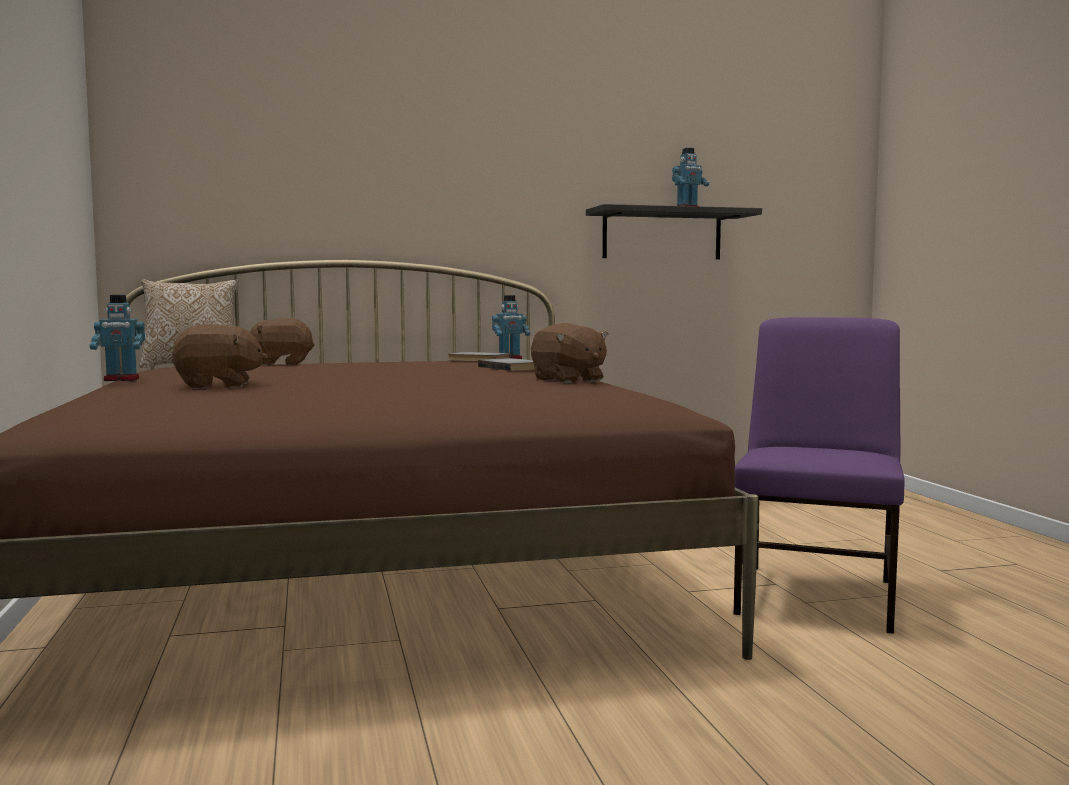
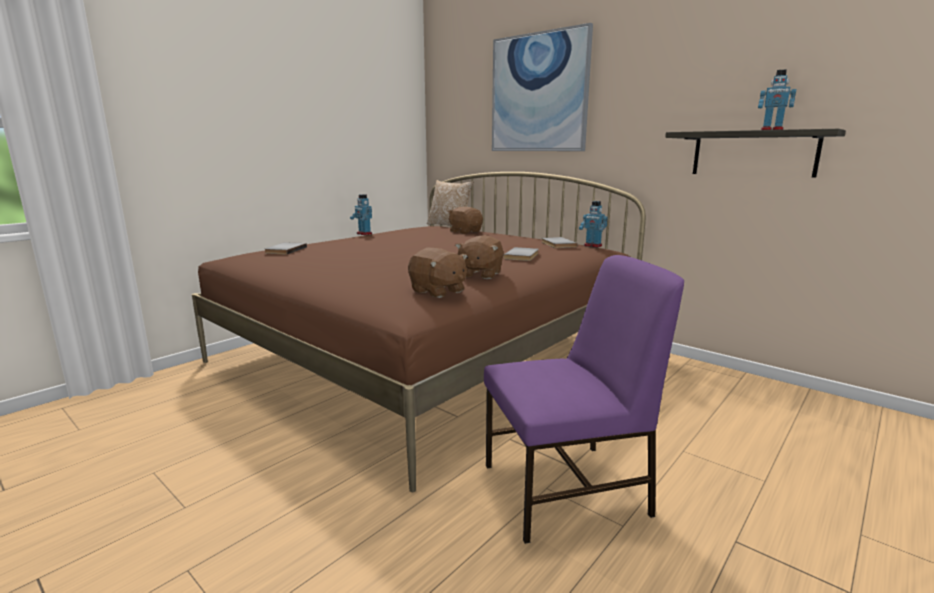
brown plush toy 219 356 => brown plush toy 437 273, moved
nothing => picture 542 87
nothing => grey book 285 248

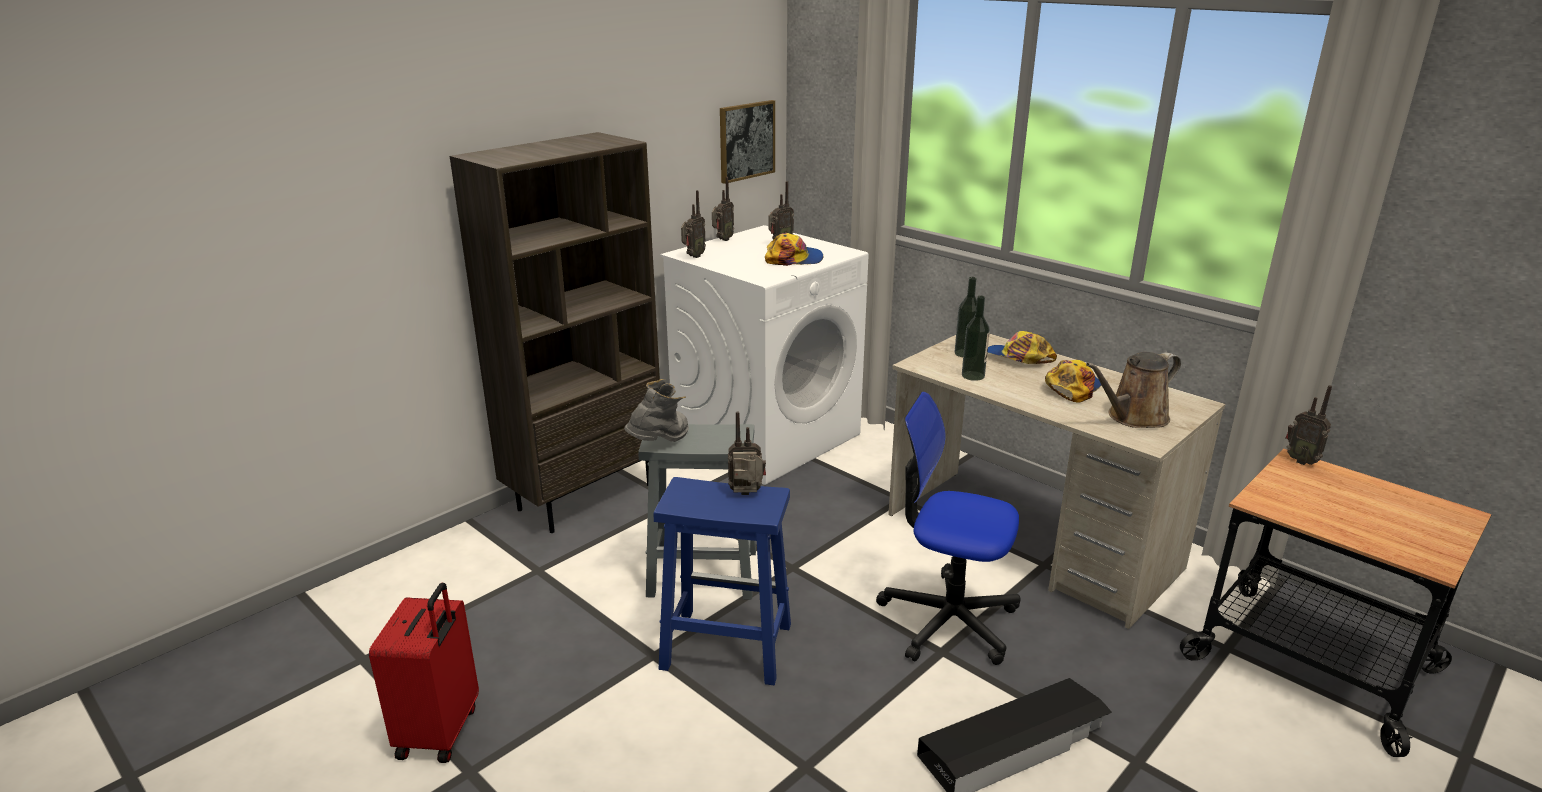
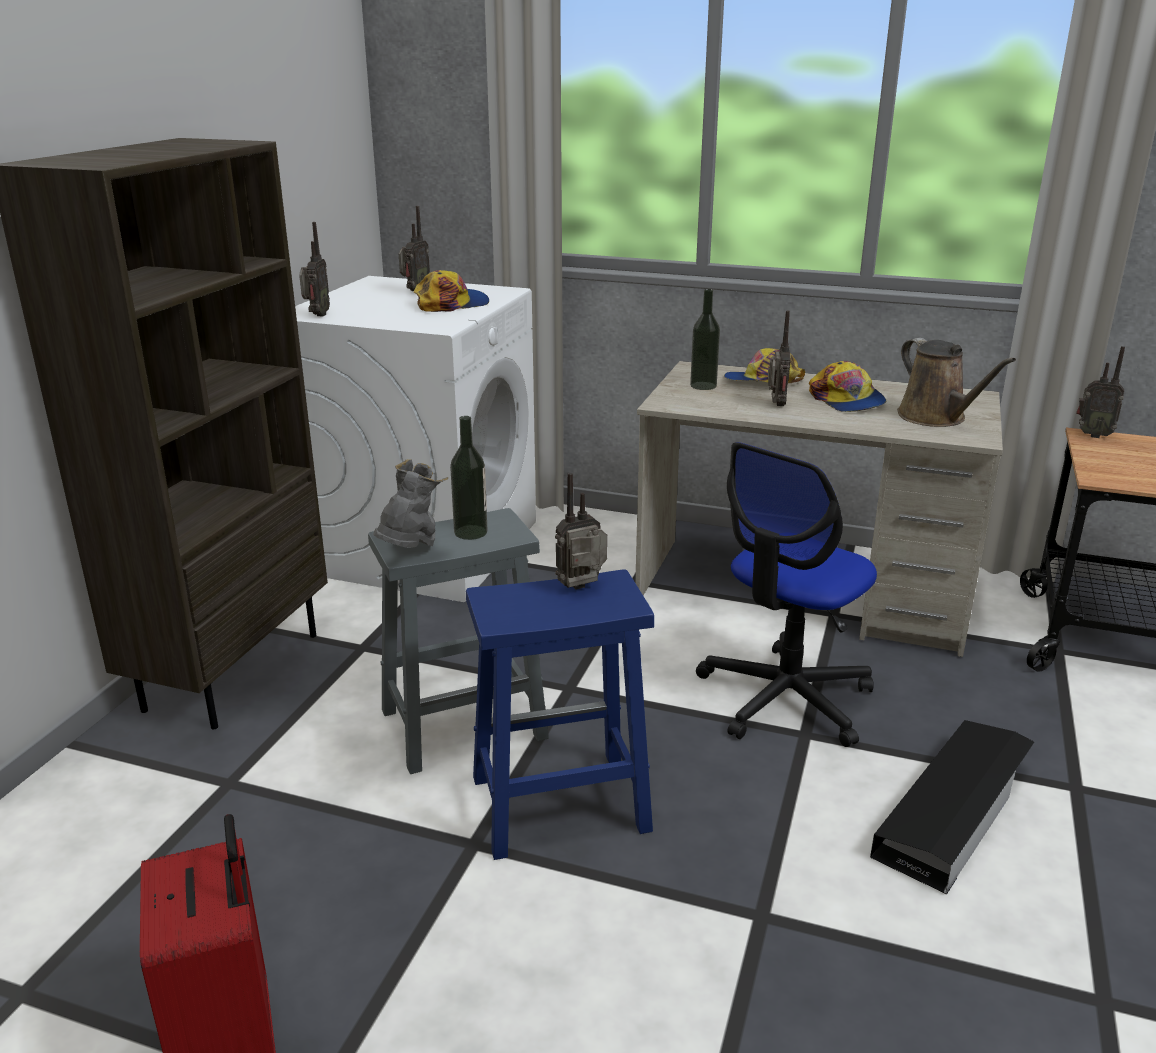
picture 747 142 => nothing
radio 723 209 => radio 779 358, moved
bottle 976 338 => bottle 468 478, moved
brown watering can 1133 390 => brown watering can 956 382, 60 degrees counterclockwise
cap 1073 381 => cap 847 386, 150 degrees clockwise
office chair 948 528 => office chair 786 594, 45 degrees counterclockwise

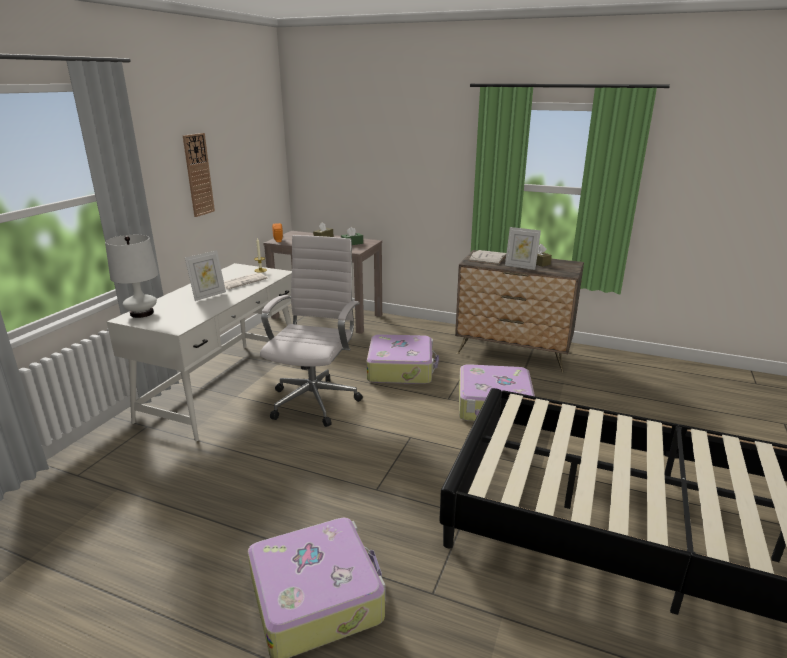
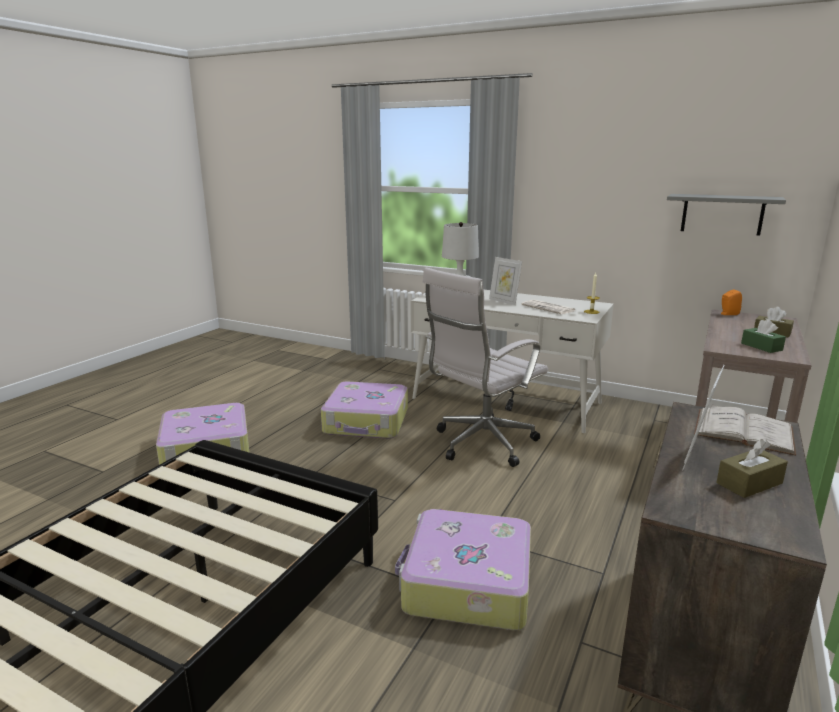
wall clock 199 175 => nothing
white office chair 311 331 => white office chair 485 367, 120 degrees clockwise
suitcase 403 359 => suitcase 364 410, moved
nothing => grey shelf 726 215

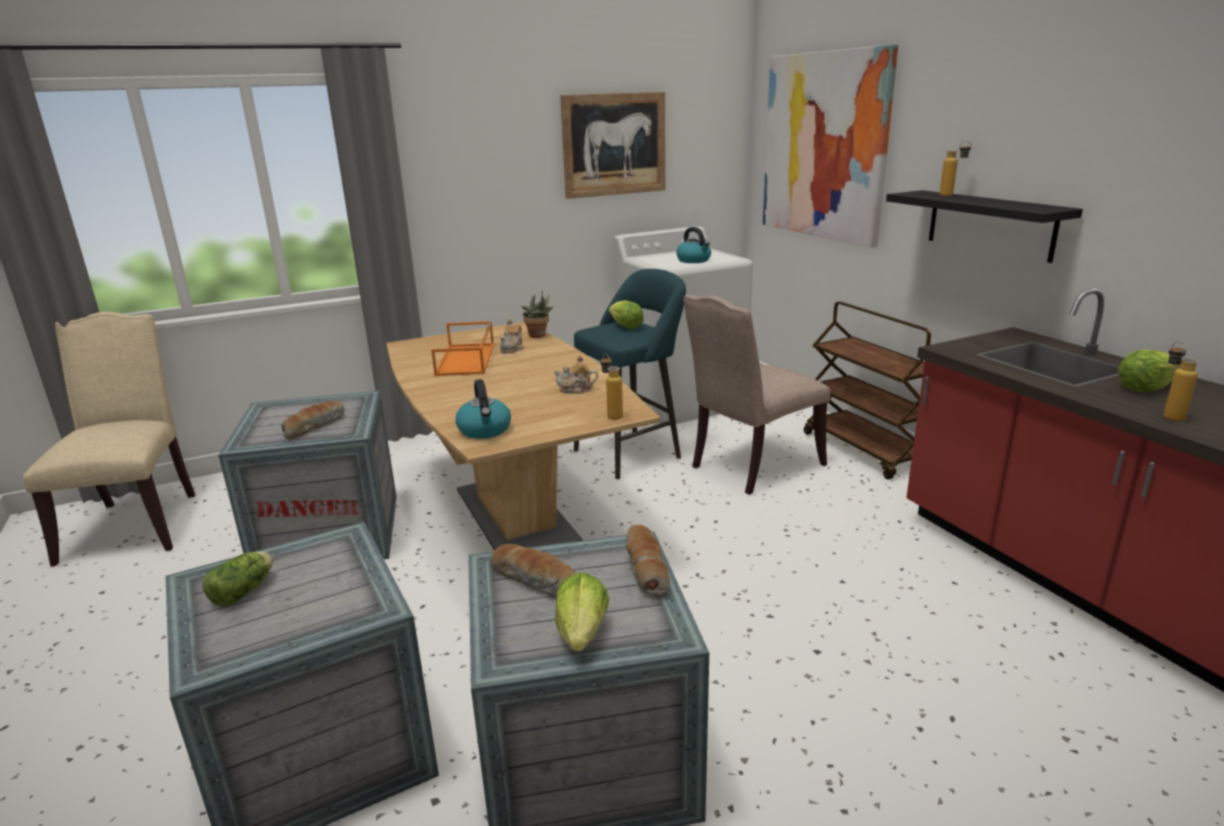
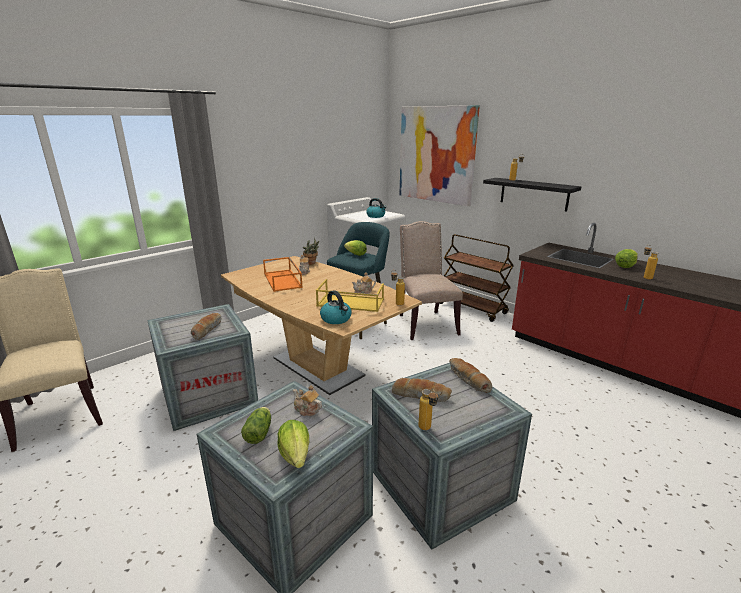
picture 612 145 => nothing
beige chair 756 394 => beige chair 431 280, 135 degrees clockwise
lettuce 582 611 => lettuce 293 444, moved
nothing => yellow tray 350 295
nothing => teapot 307 400
nothing => bottle 428 409

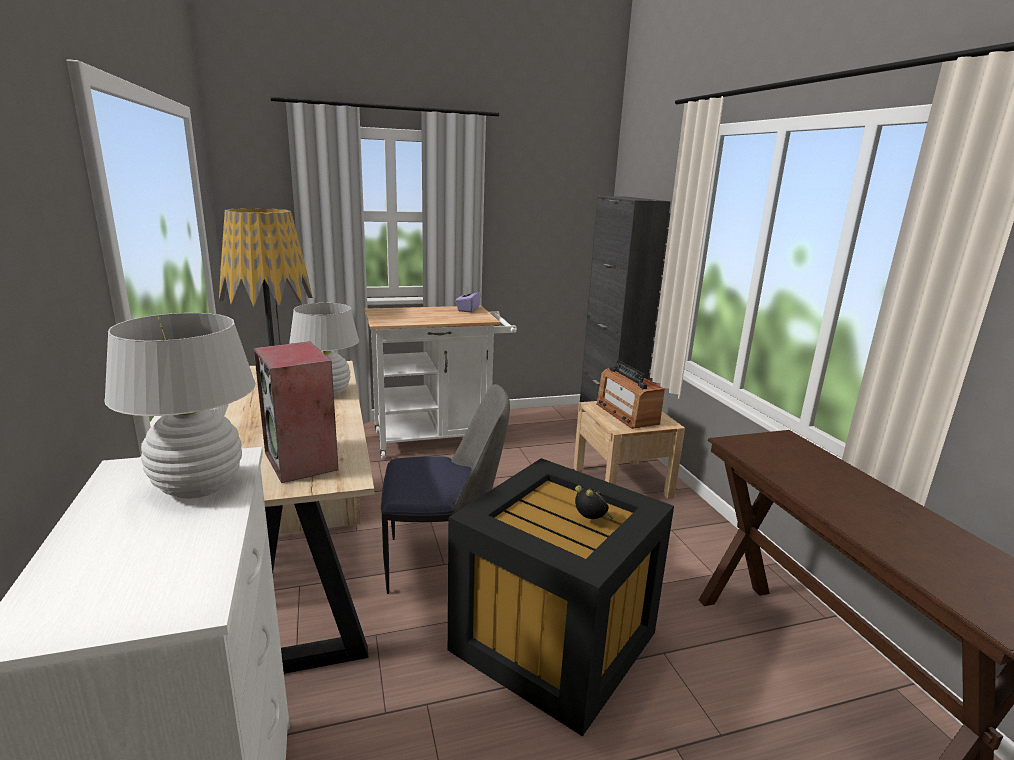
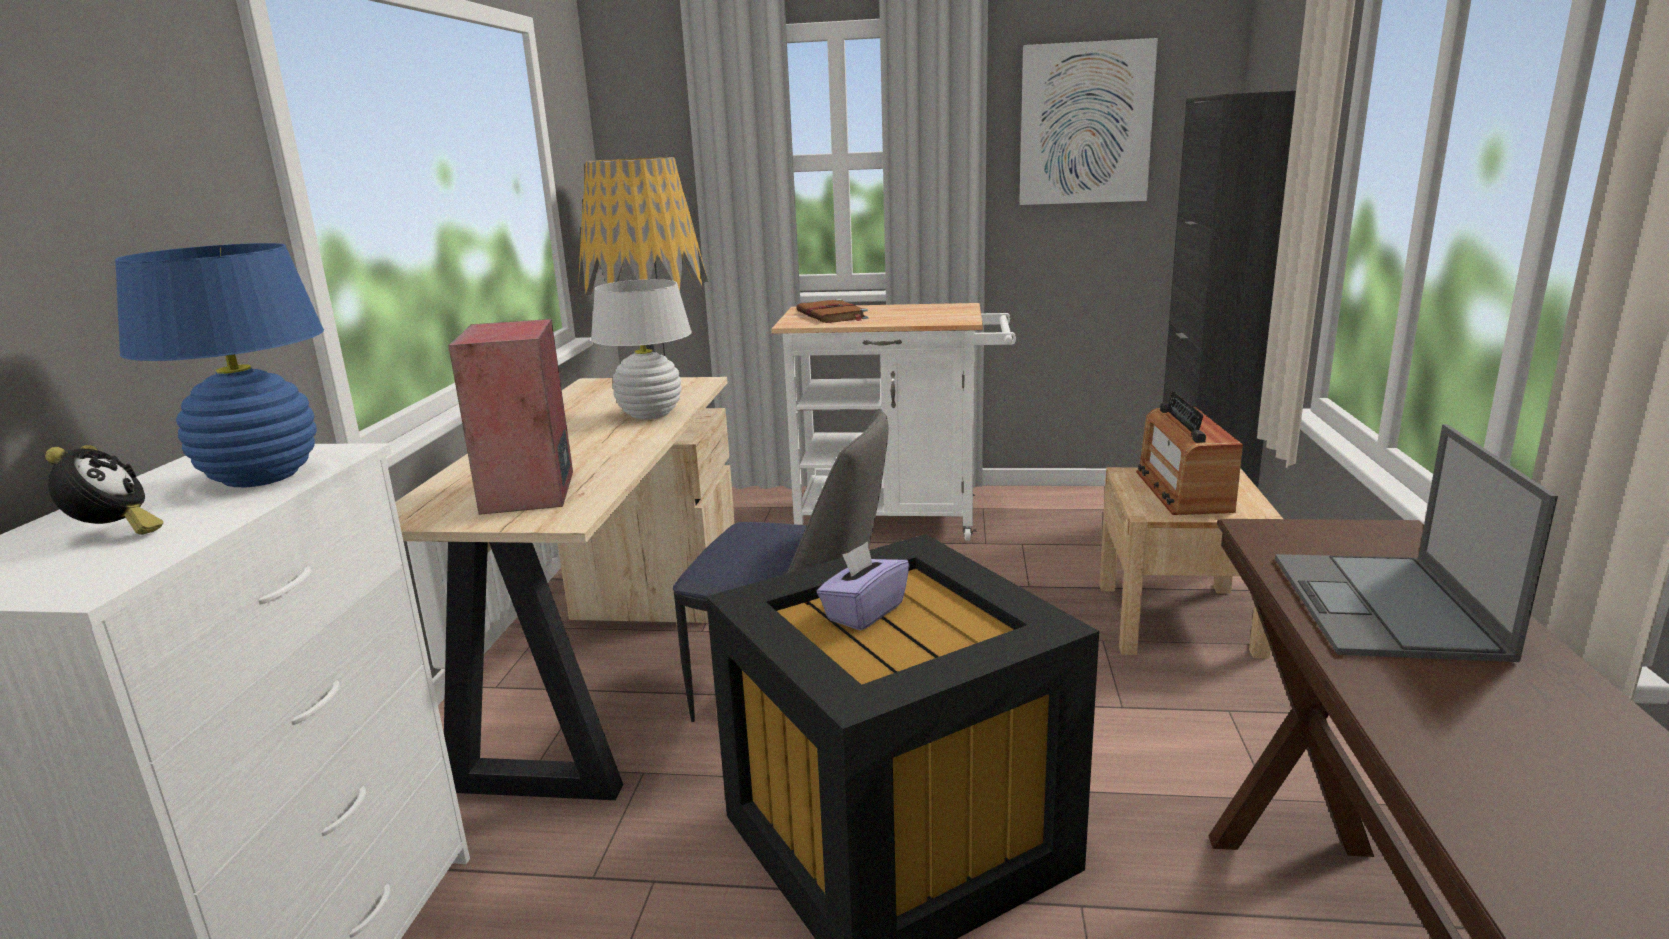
purple tissue box 468 299 => purple tissue box 863 586, moved
white table lamp 180 406 => blue table lamp 219 365
alarm clock 594 503 => alarm clock 104 490, moved
nothing => picture 1088 121
nothing => brown book 832 311
nothing => laptop 1416 543

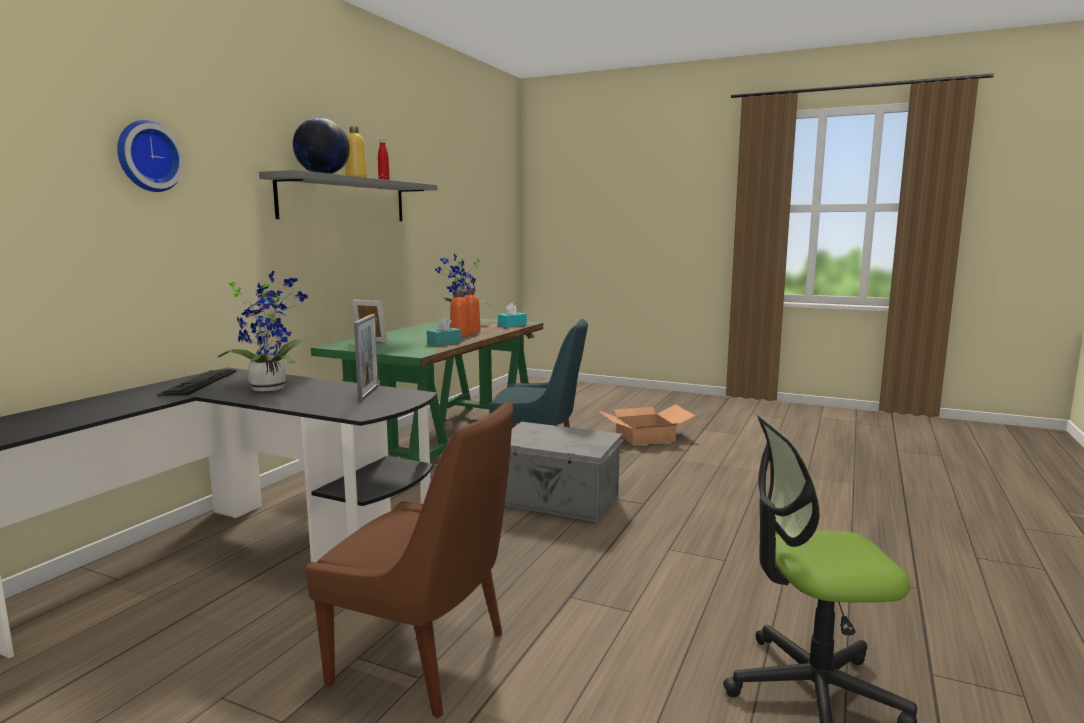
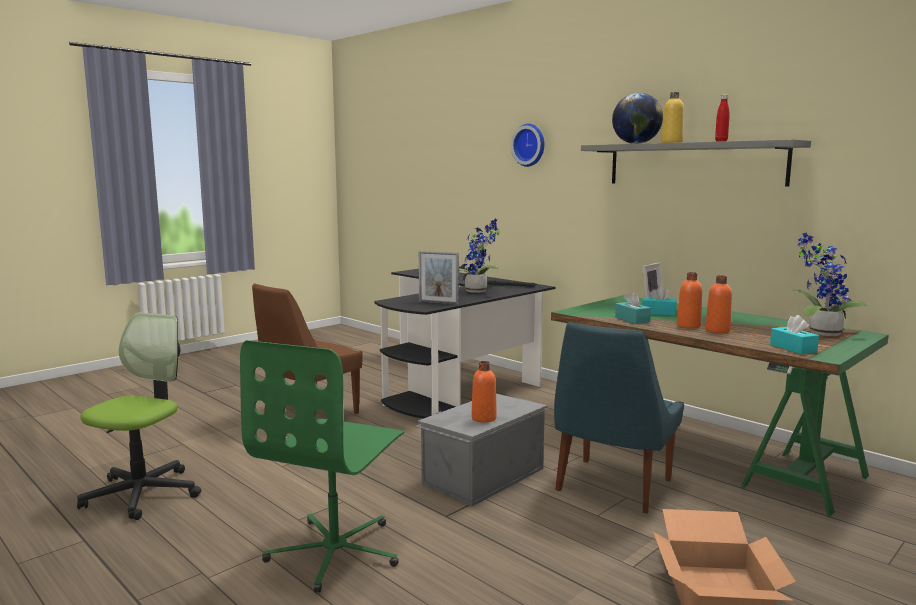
nothing => turquoise tissue box 659 301
nothing => green office chair 322 466
nothing => orange bottle 484 392

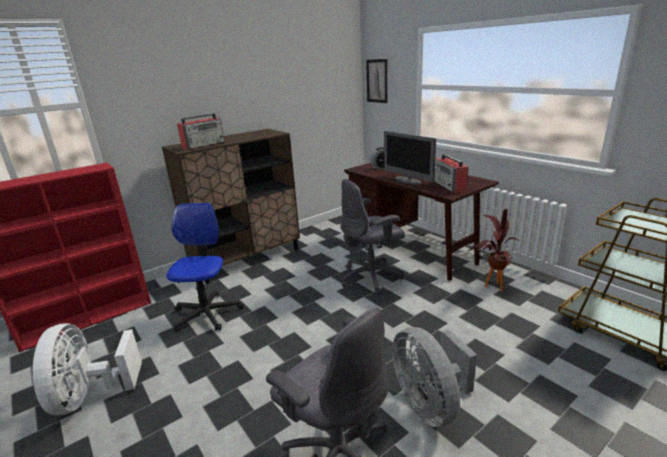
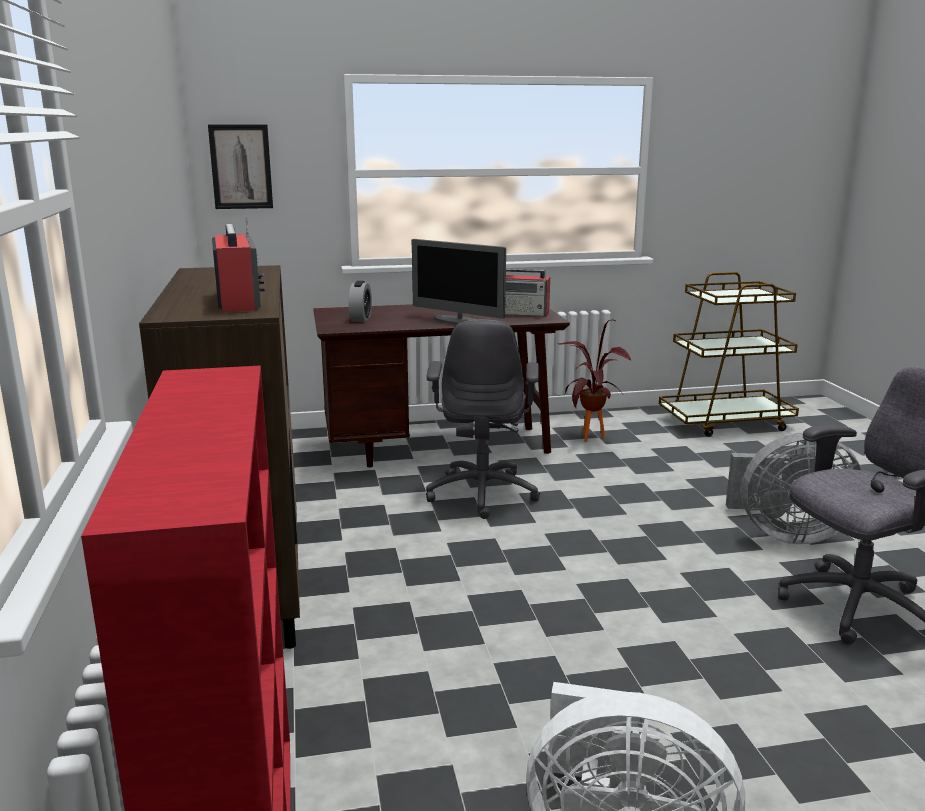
monitor 410 158 => monitor 458 281, 45 degrees clockwise
office chair 205 267 => nothing

